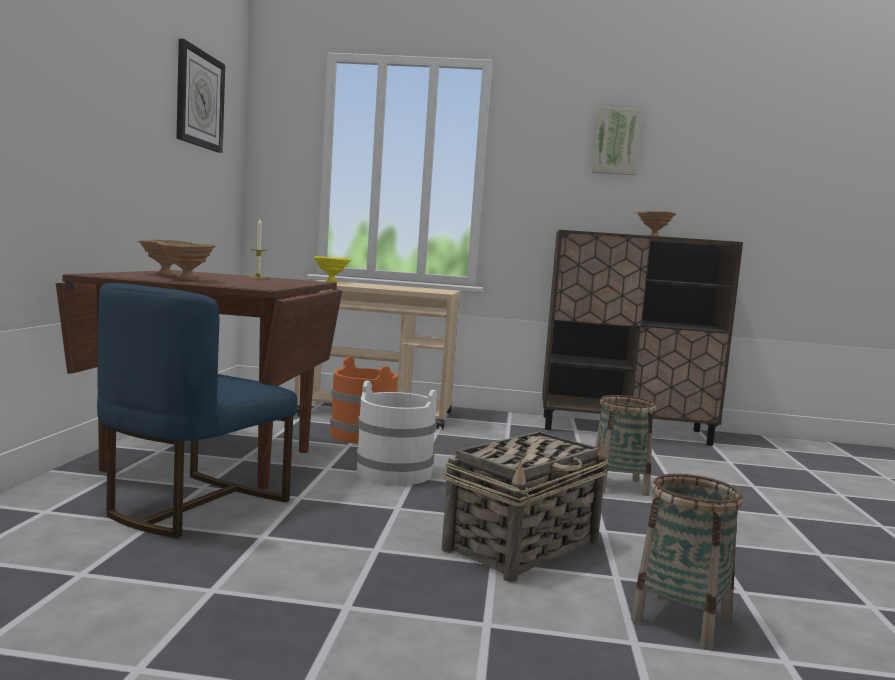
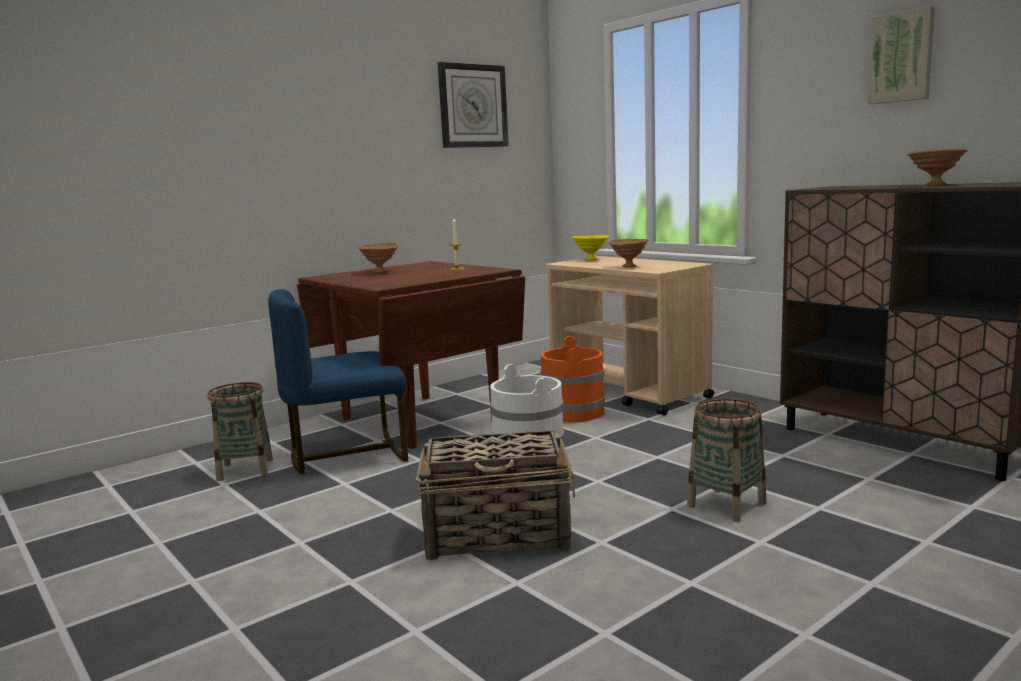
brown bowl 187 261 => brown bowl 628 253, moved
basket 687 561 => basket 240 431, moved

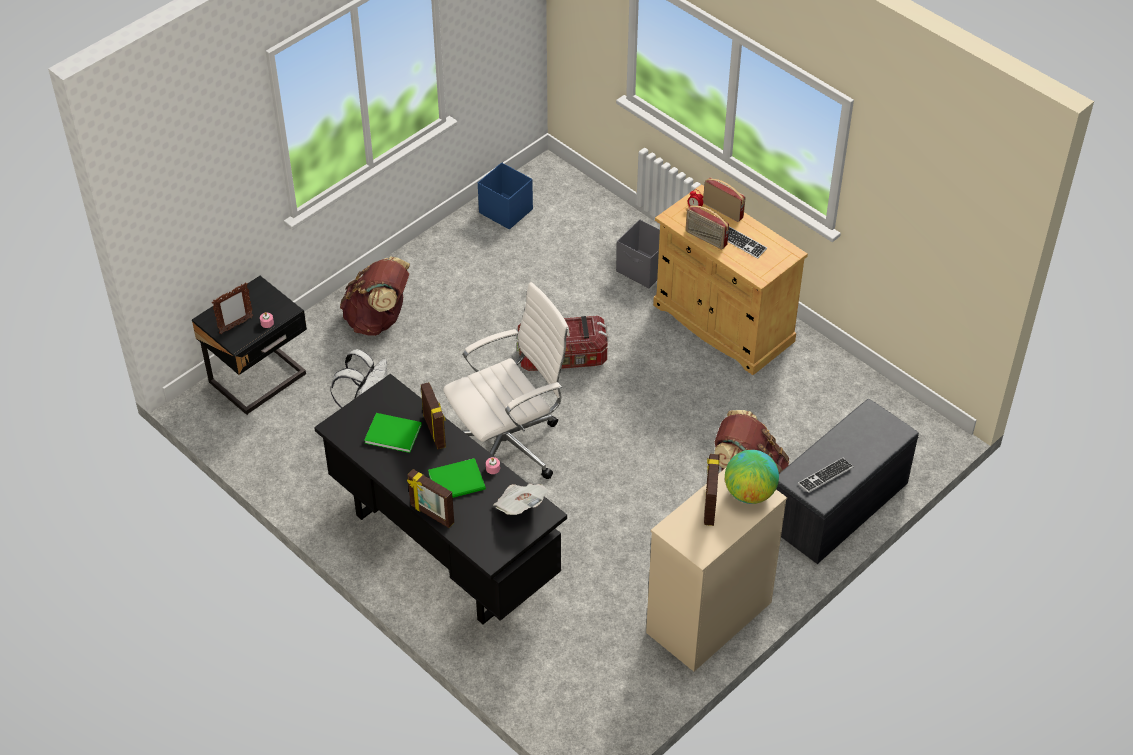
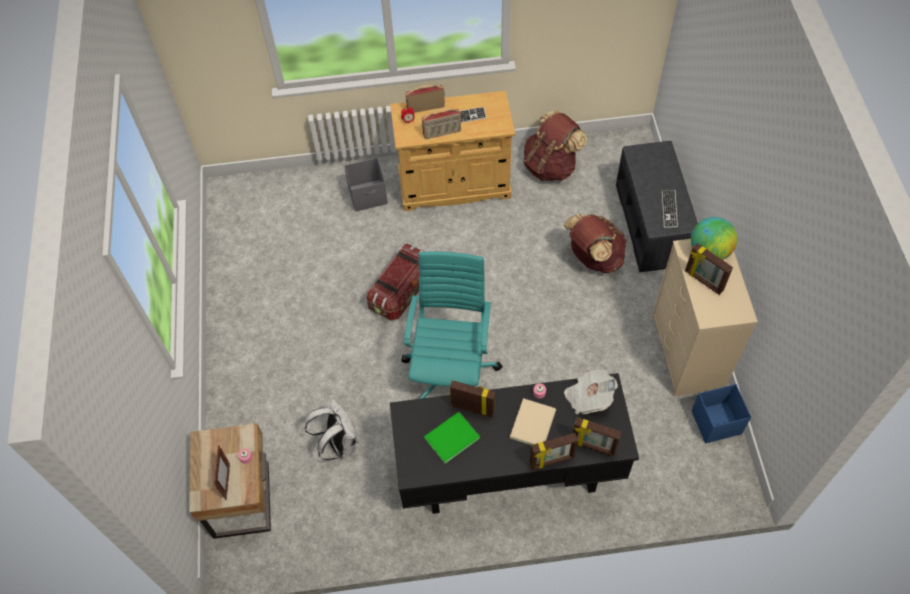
blue storage box 505 196 => blue storage box 721 414, moved
brown backpack 375 296 => brown backpack 555 145, moved
black nightstand 249 345 => beige nightstand 230 481
white office chair 506 380 => turquoise office chair 452 325
green book 457 478 => beige book 533 421
nothing => picture frame 597 436

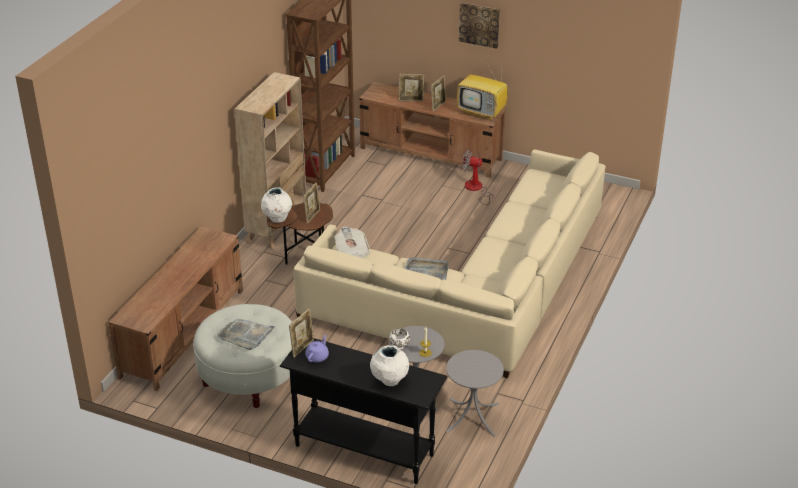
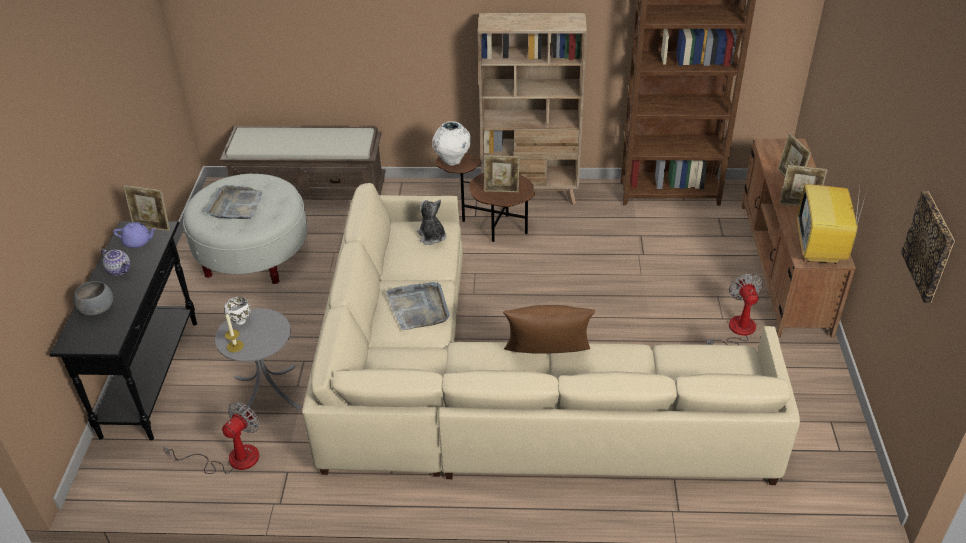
picture 479 26 => picture 928 247, moved
brown tv stand 175 308 => brown bench 303 163
newspaper 352 242 => plush toy 432 222
white vase 389 365 => grey bowl 93 298
grey side table 475 393 => fan 211 438
nothing => teapot 115 262
nothing => brown pillow 549 329

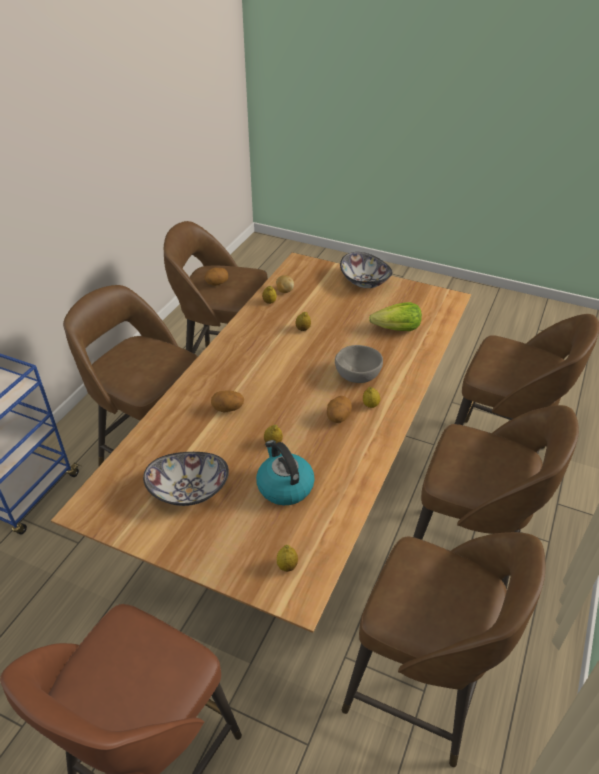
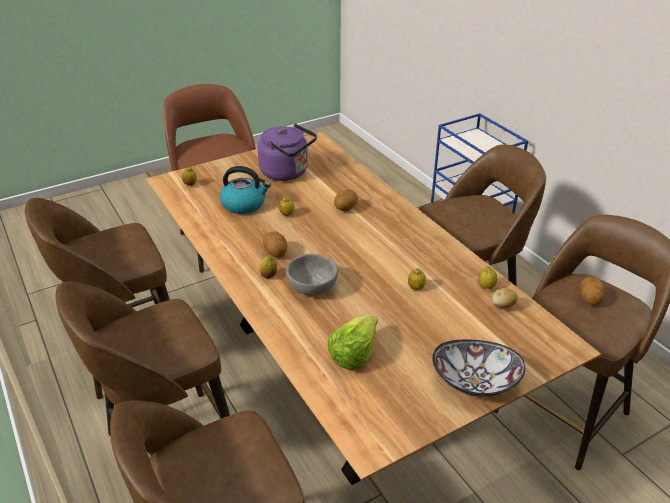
bowl 186 479 => purple kettle 287 152

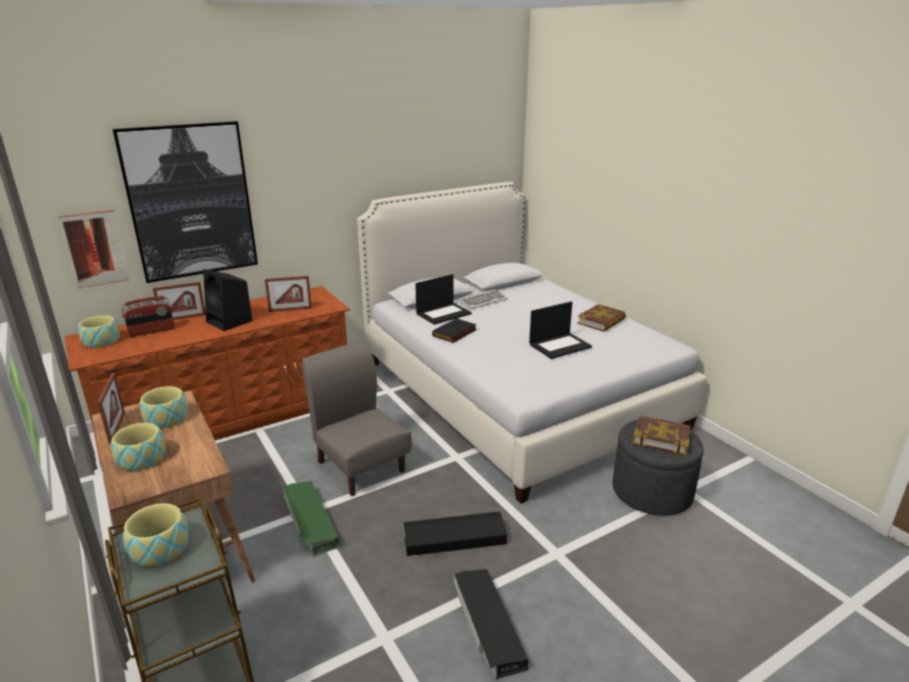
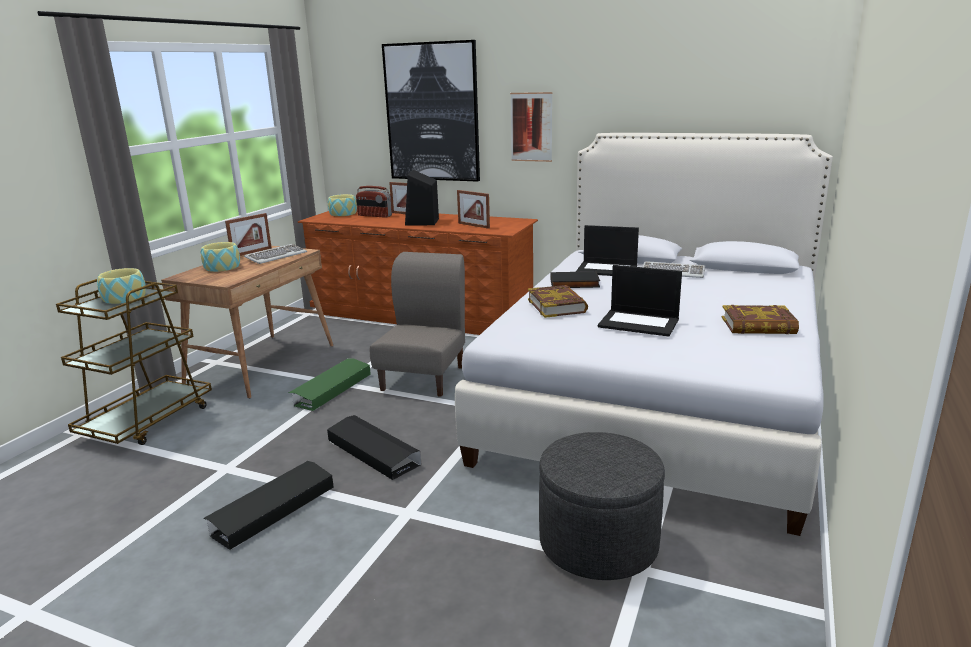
picture 94 249 => picture 531 127, moved
bowl 163 407 => keyboard 275 254
book 662 435 => book 558 301, moved

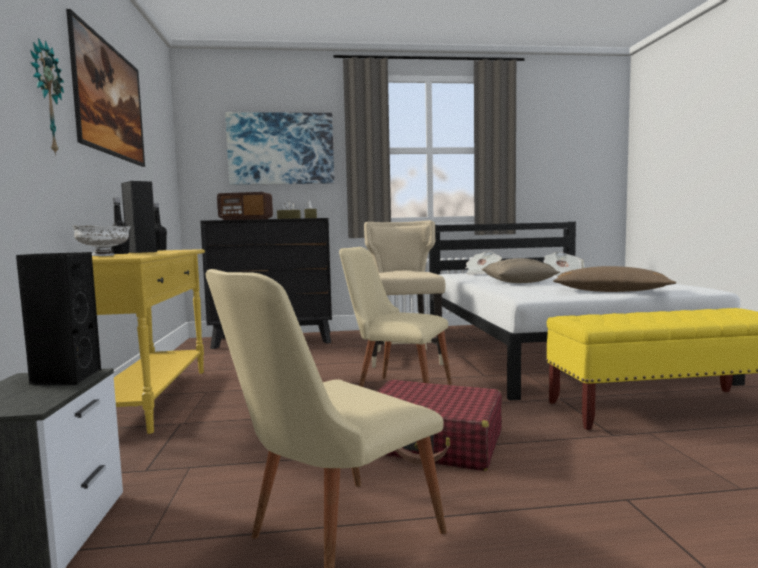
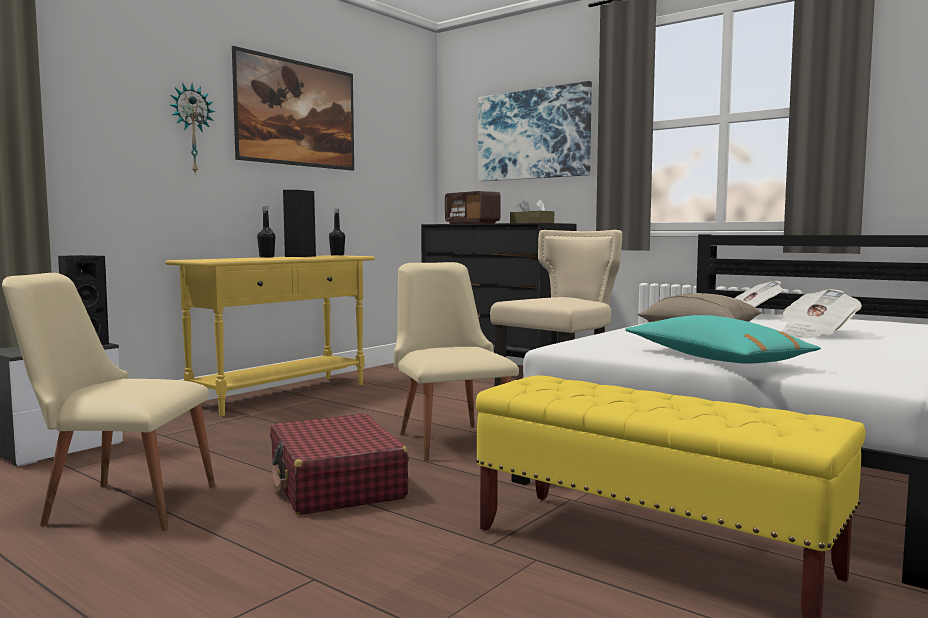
white bowl 101 240 => nothing
brown pillow 614 279 => turquoise pillow 723 339

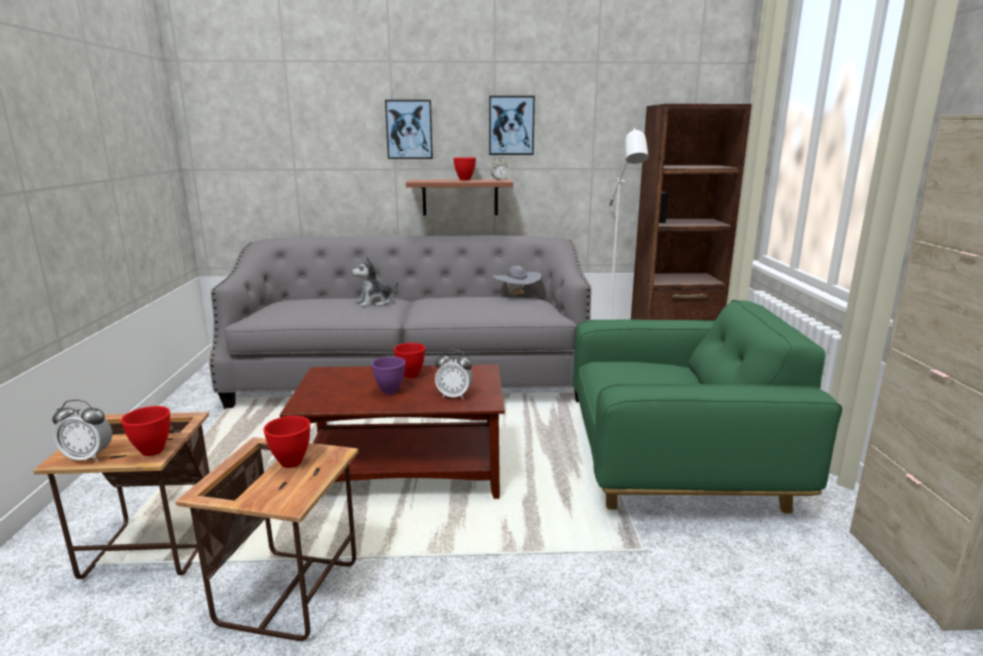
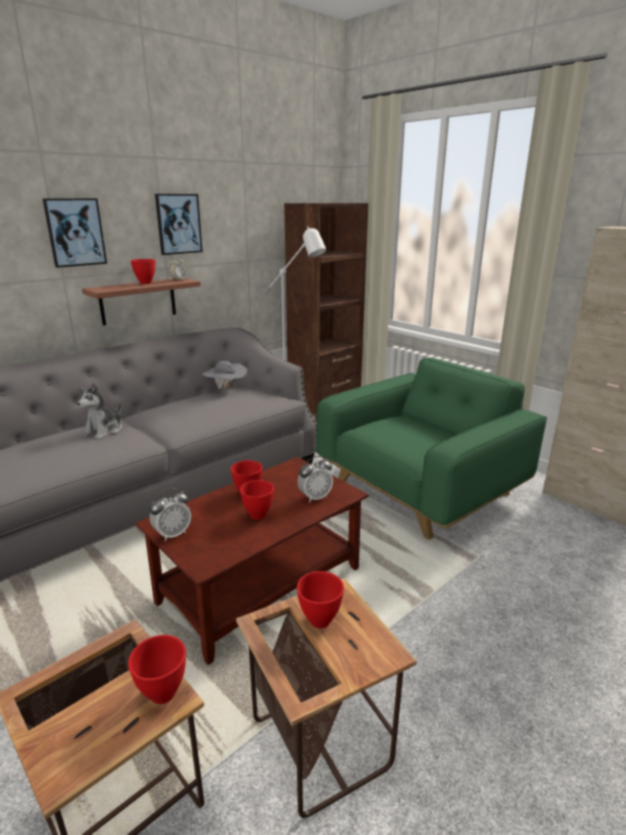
purple bowl 388 376 => red bowl 257 500
alarm clock 82 430 => alarm clock 170 515, moved

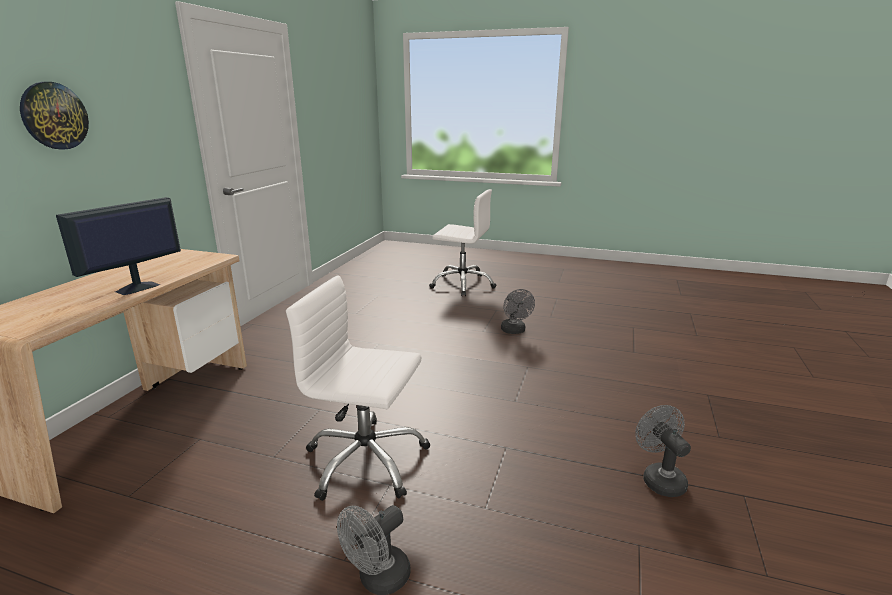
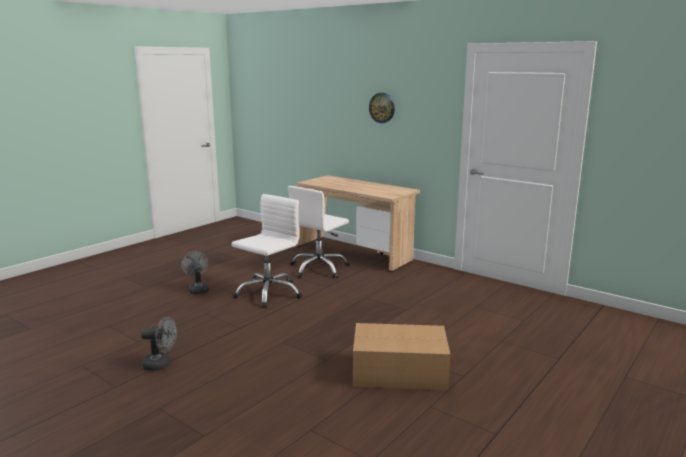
white office chair 462 242 => white office chair 319 232, moved
monitor 118 246 => nothing
grey fan 518 311 => cardboard box 401 357

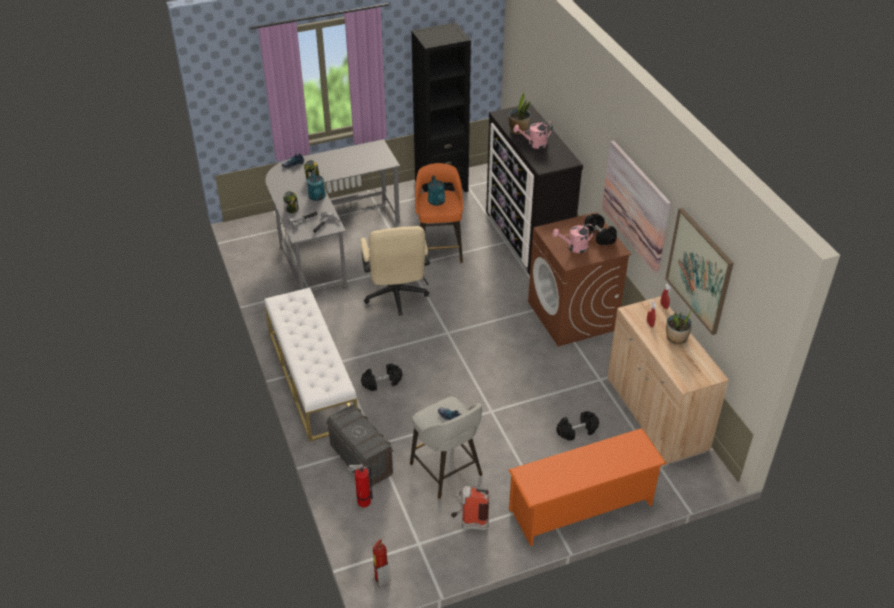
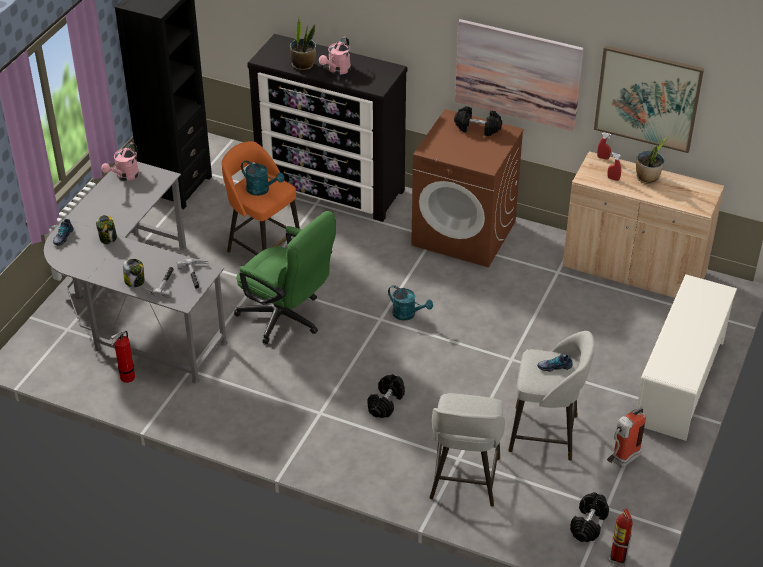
turquoise watering can 316 185 => turquoise watering can 410 303, moved
pink watering can 574 238 => pink watering can 120 162, moved
beige office chair 395 271 => green office chair 285 277
white bench 310 365 => nothing
grey storage box 360 446 => grey stool 467 450
black dumbbell 577 426 => black dumbbell 589 517, moved
orange shoe rack 588 487 => white shoe rack 687 357
fire extinguisher 360 486 => fire extinguisher 123 357, moved

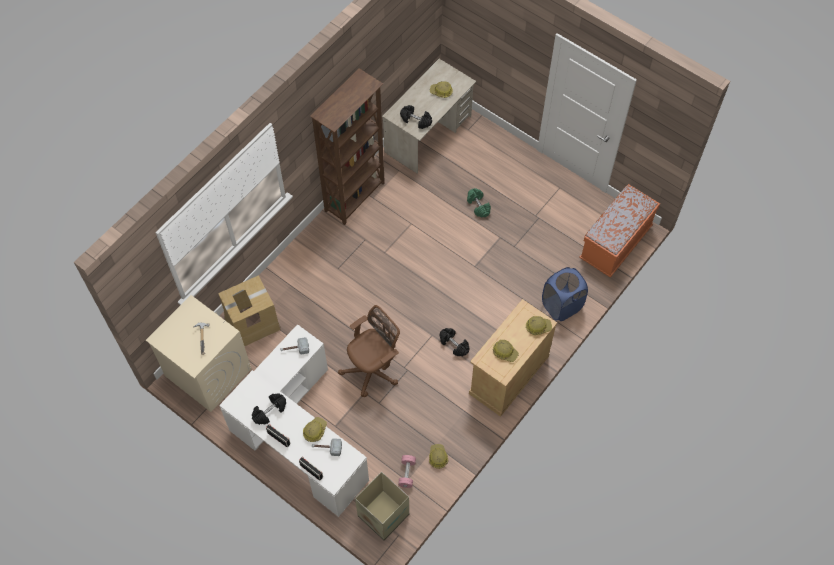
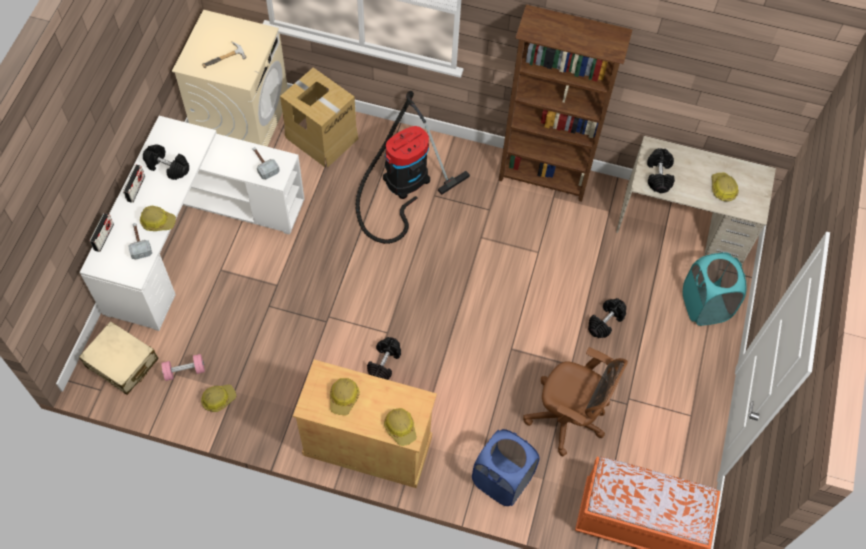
green dumbbell 479 202 => black dumbbell 607 318
brown office chair 369 351 => brown office chair 575 402, moved
cardboard box 382 506 => beige suitcase 119 358
nothing => vacuum cleaner 412 167
nothing => turquoise laundry basket 715 289

